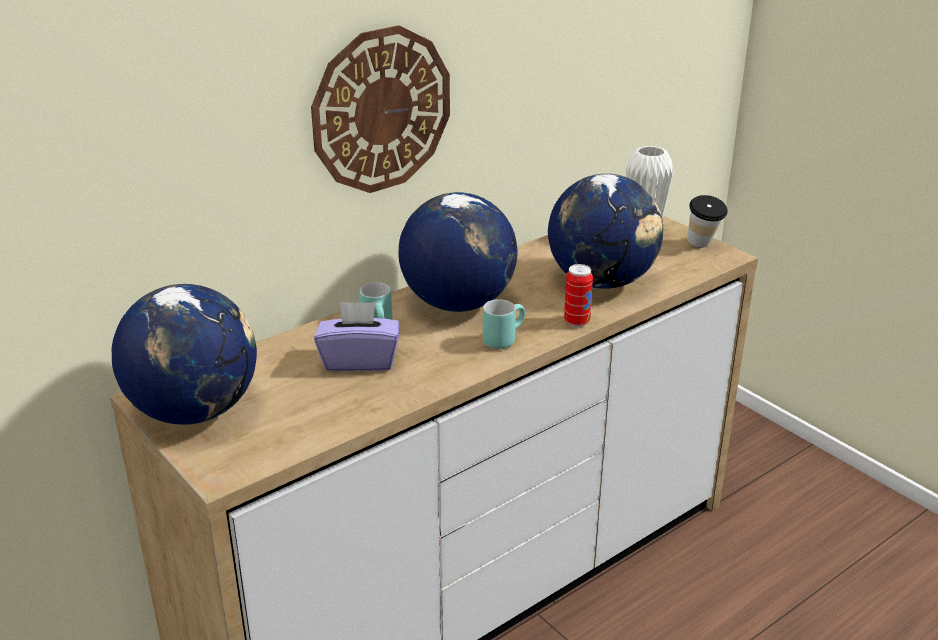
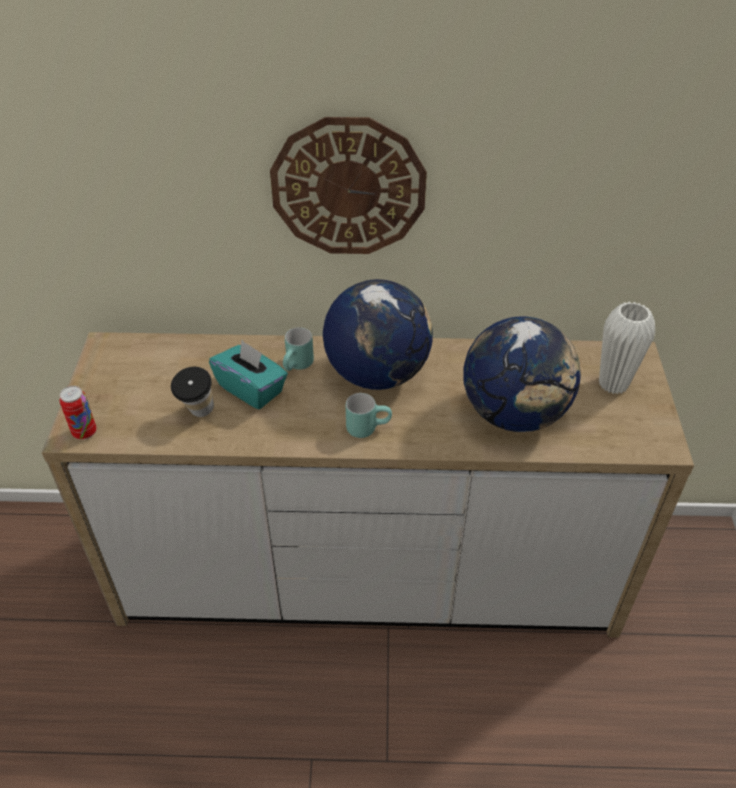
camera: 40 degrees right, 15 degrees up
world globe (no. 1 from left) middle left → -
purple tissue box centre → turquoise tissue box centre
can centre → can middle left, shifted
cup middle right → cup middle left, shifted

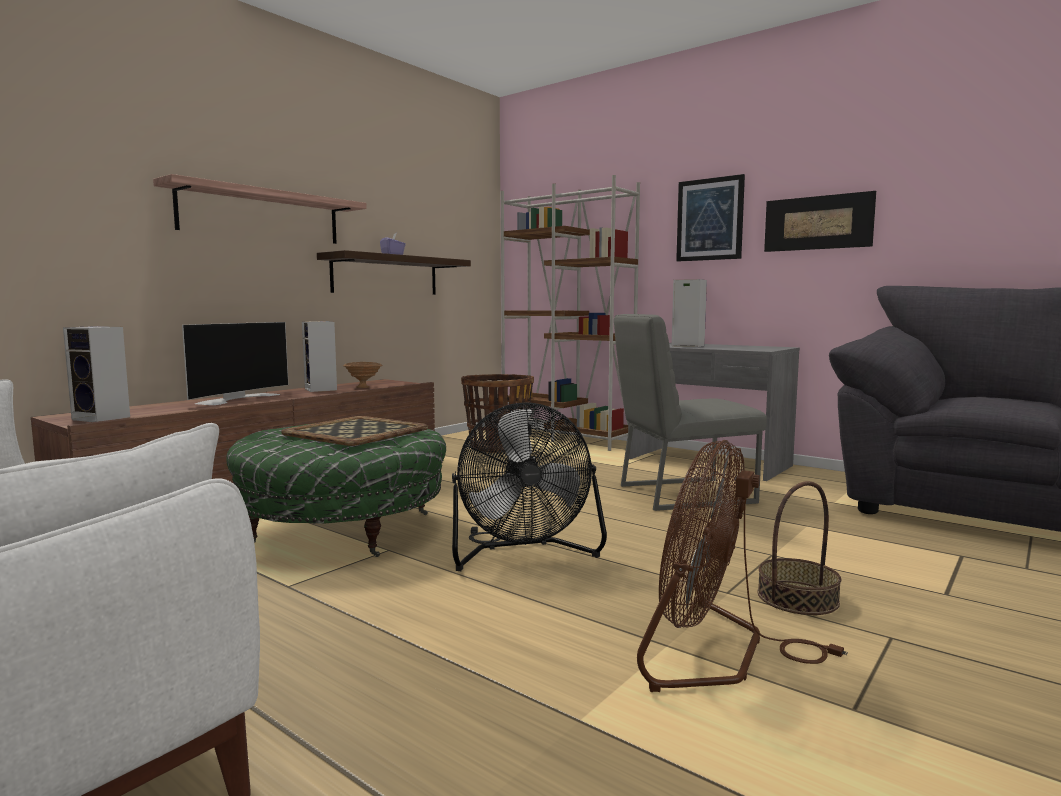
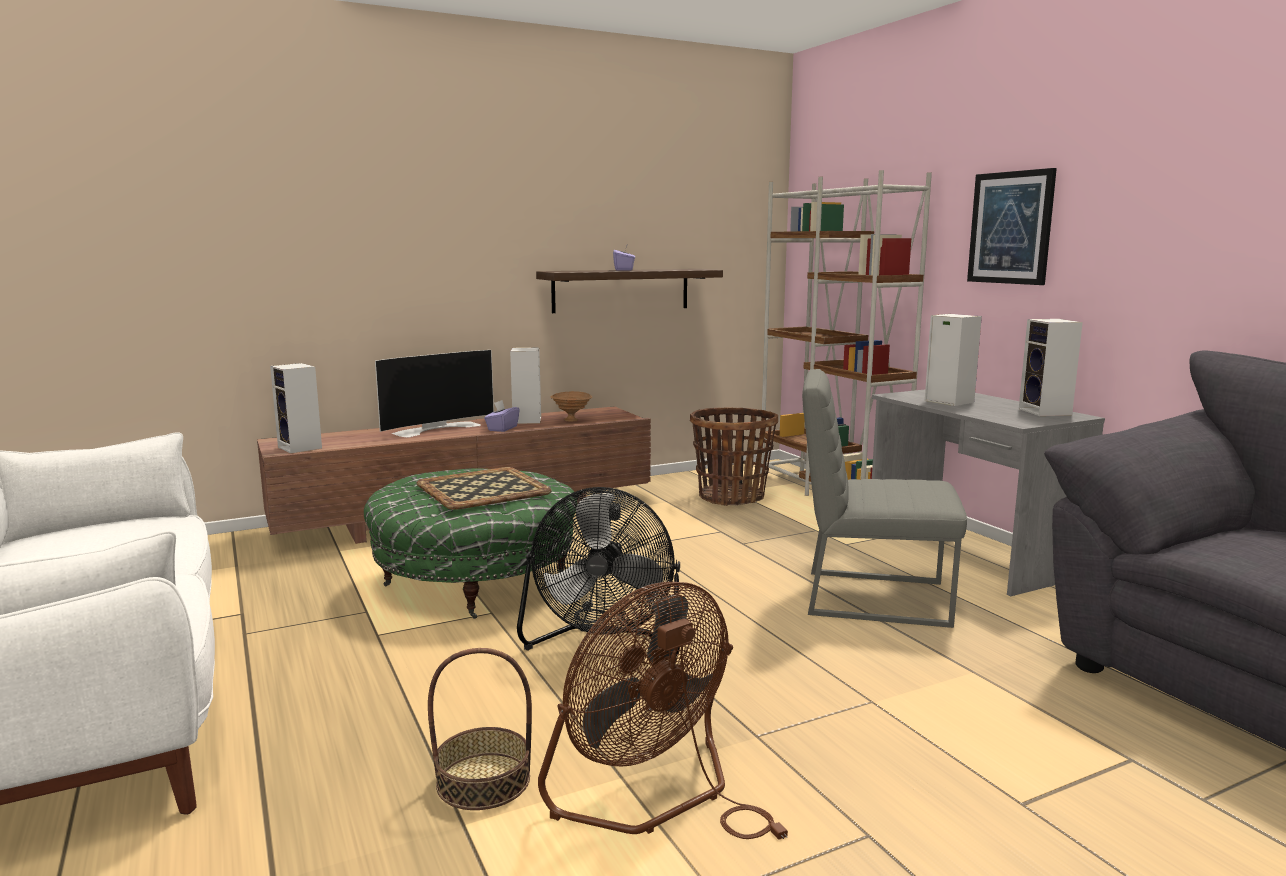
camera: 25 degrees right, 5 degrees up
bracket shelf (no. 1 from left) top left → -
storage basket (no. 2 from left in the first image) bottom right → storage basket (no. 1 from left) bottom centre, shifted
wall art (no. 2 from left) top right → -
- → purple tissue box (no. 1 from left) centre
- → loudspeaker (no. 4 from left) middle right

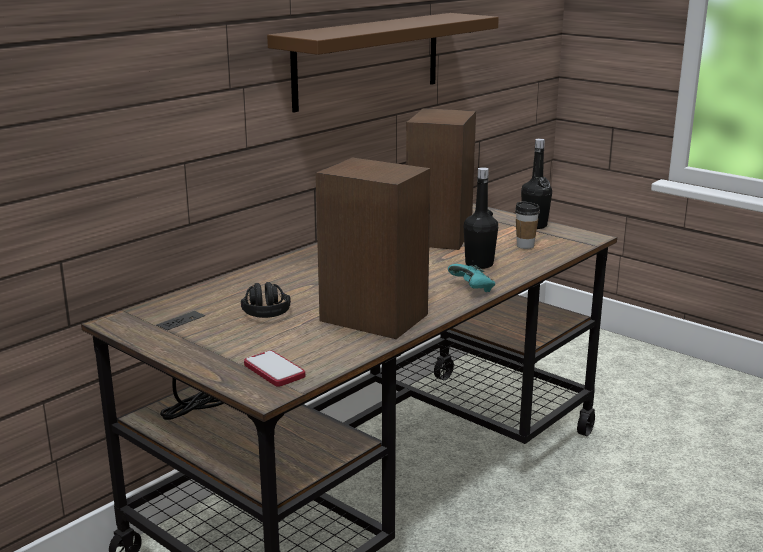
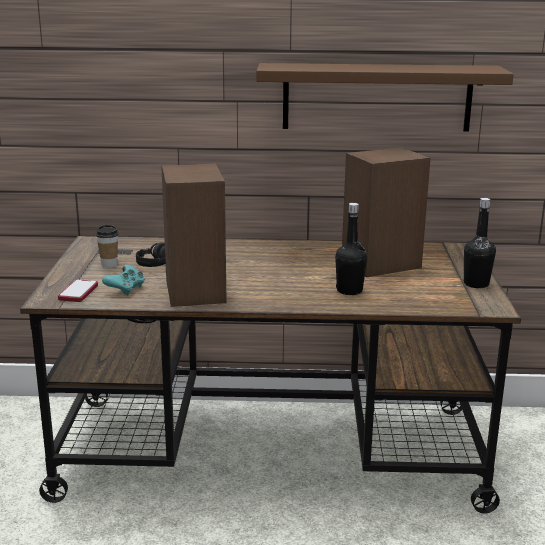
camera: 50 degrees right, 0 degrees up
turquoise gamepad centre → turquoise gamepad middle left, shifted
cup middle right → cup middle left, shifted

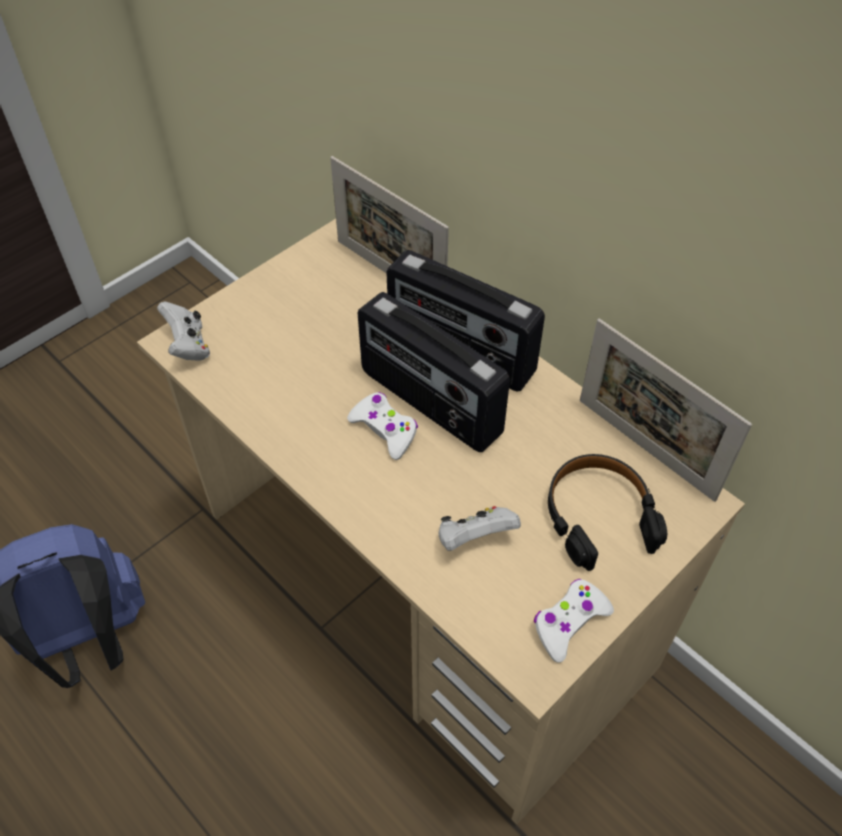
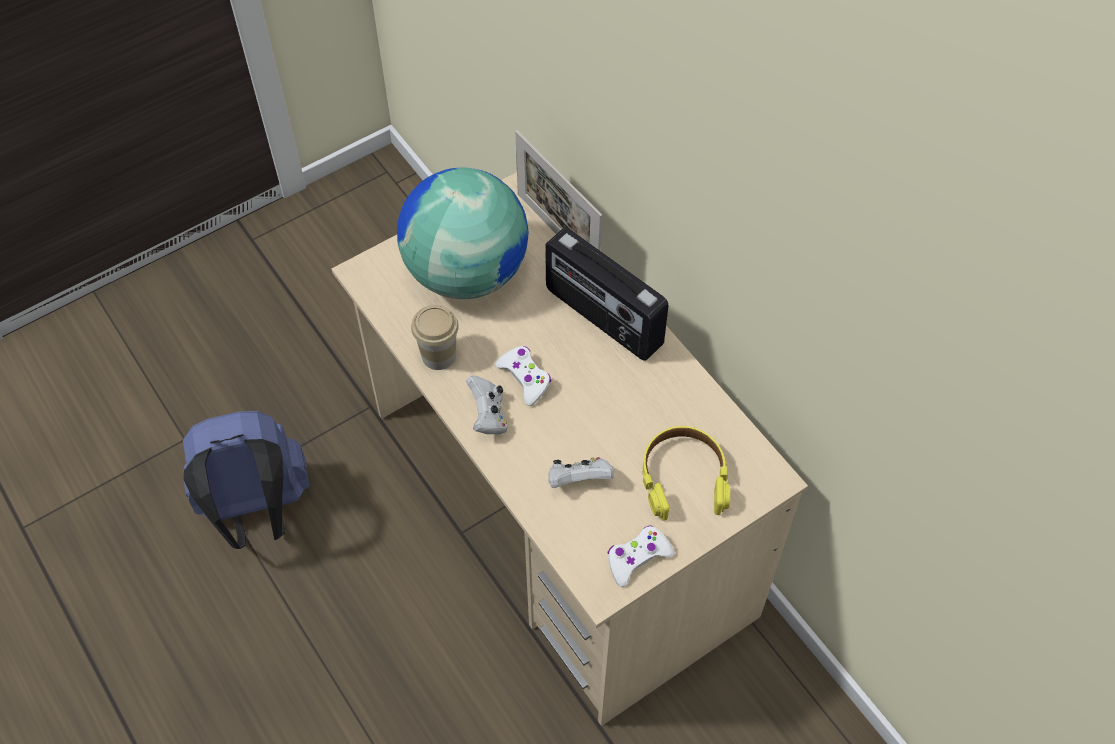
camera: 10 degrees right, 5 degrees up
whitish gamepad (no. 1 from left) middle left → whitish gamepad (no. 1 from left) centre, shifted
radio receiver (no. 1 from left) centre → -
black headphones middle right → yellow headphones centre
picture frame (no. 2 from left) middle right → -
- → world globe top centre
- → cup centre

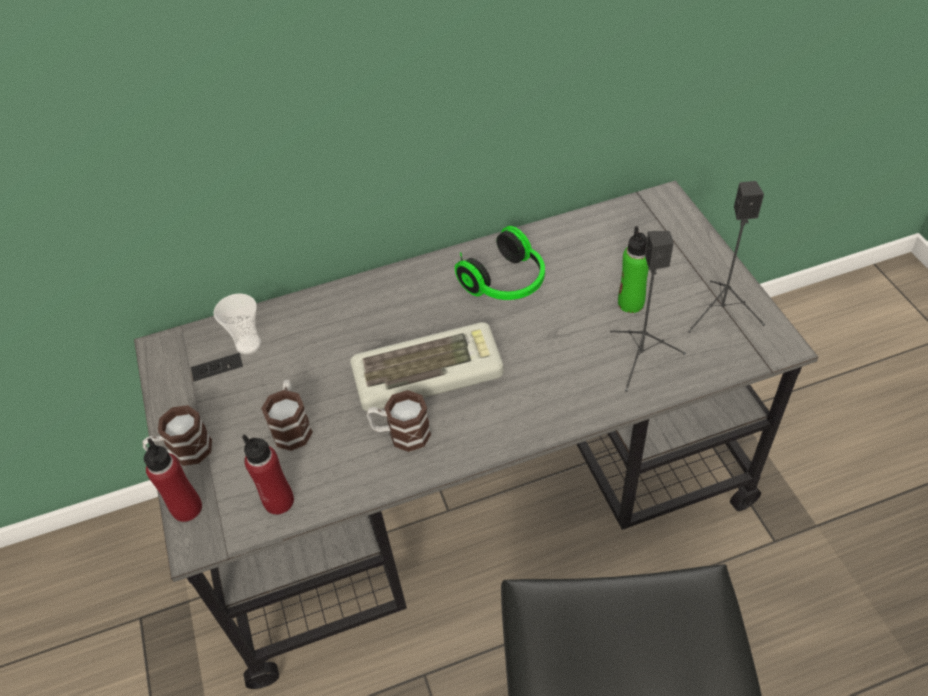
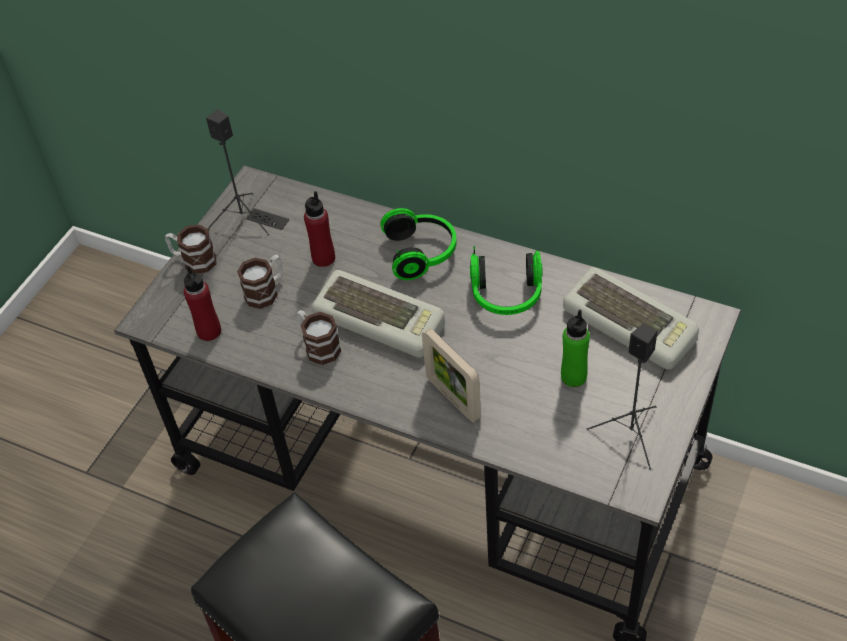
camera: 45 degrees right, 0 degrees up
red beverage bottle (no. 1 from left in the first image) bottom left → red beverage bottle (no. 2 from left) centre, shifted
cup middle left → -
black loudspeaker (no. 1 from left) middle right → black loudspeaker (no. 1 from left) top left, shifted
- → headphones (no. 1 from left) centre
- → picture frame centre
- → computer keyboard (no. 2 from left) middle right

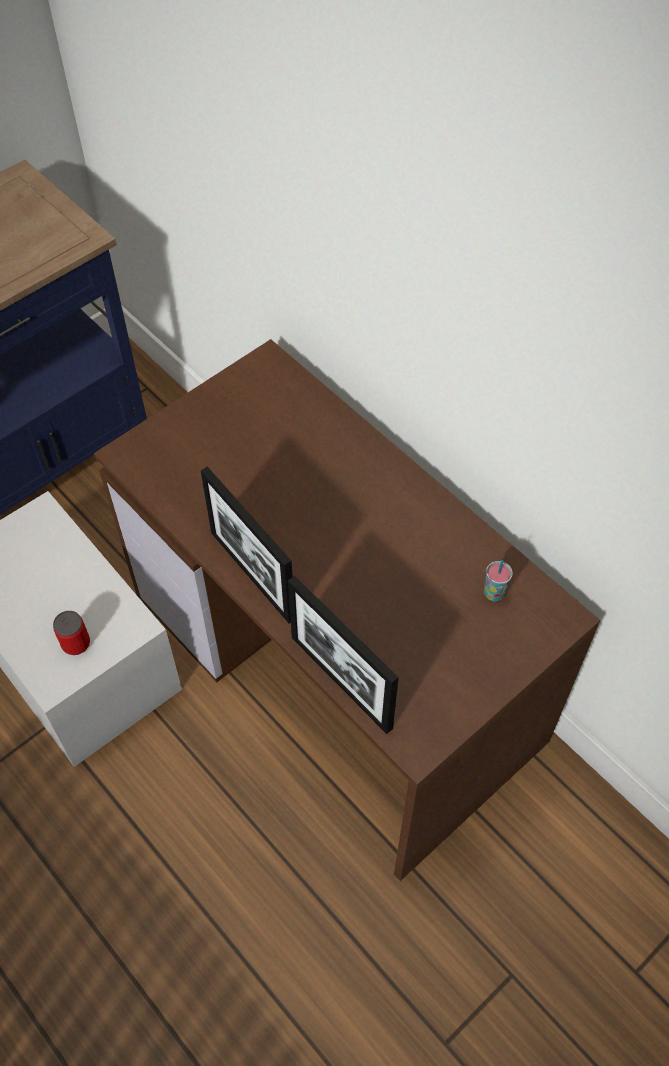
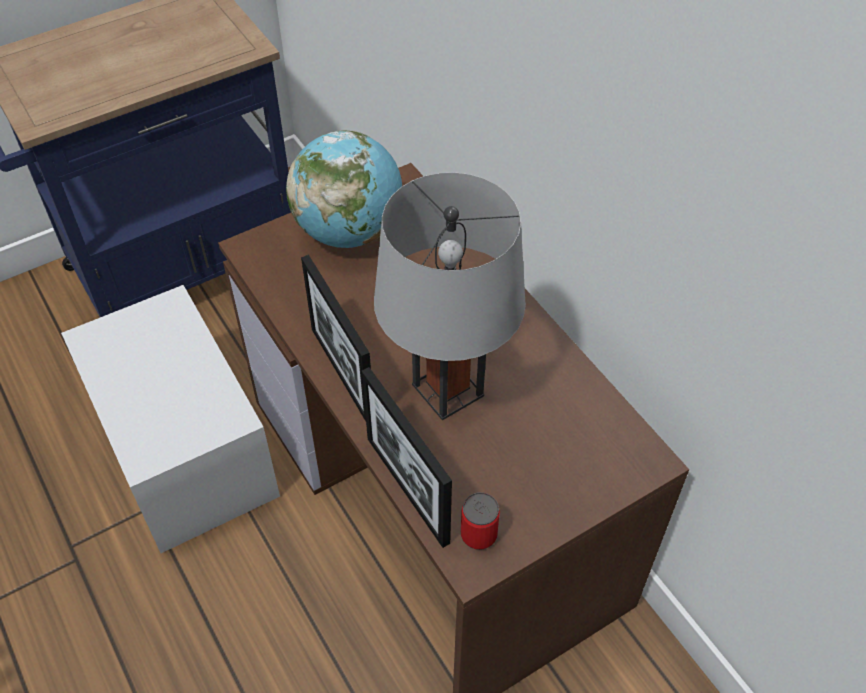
camera: 10 degrees right, 5 degrees down
can middle left → can bottom centre, shifted
cup middle right → -
- → world globe top centre
- → gray table lamp centre

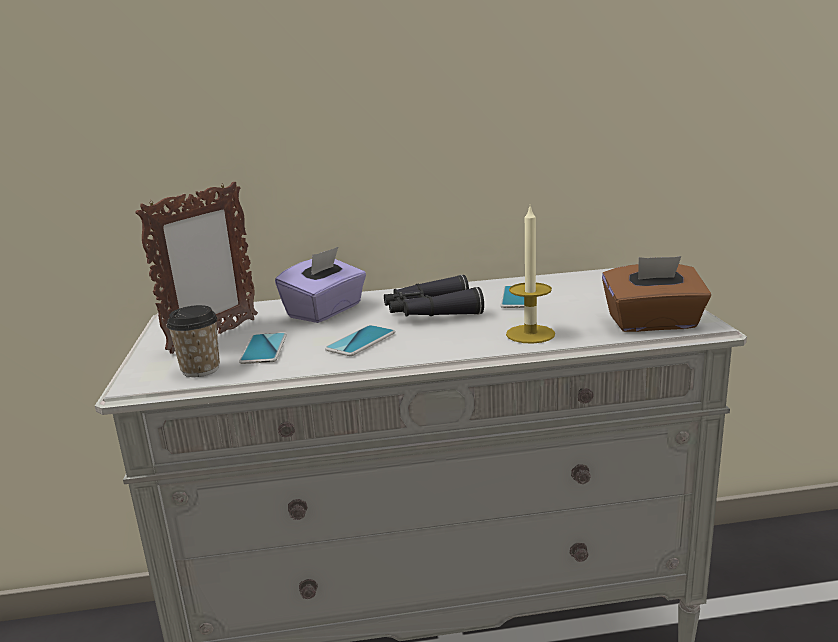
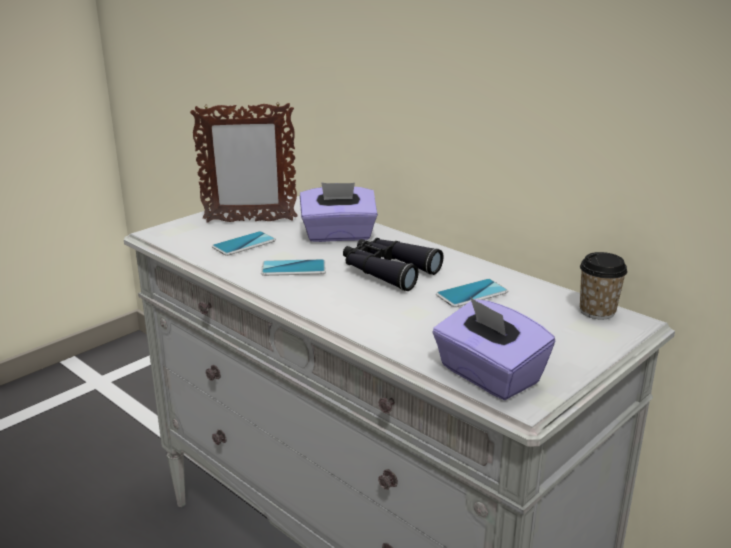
camera: 50 degrees right, 5 degrees up
cup middle left → cup middle right, shifted
wax light centre → -
brownish tissue box middle right → purple tissue box (no. 2 from left) middle right

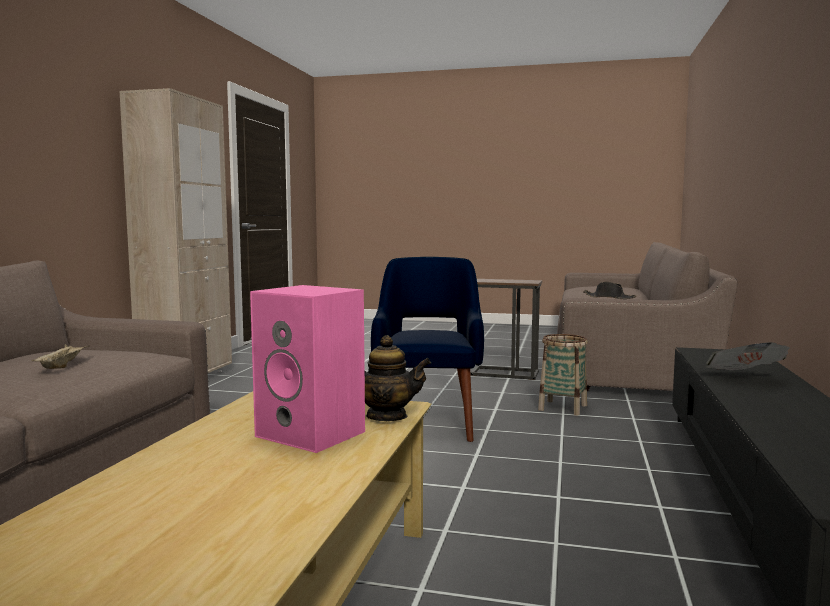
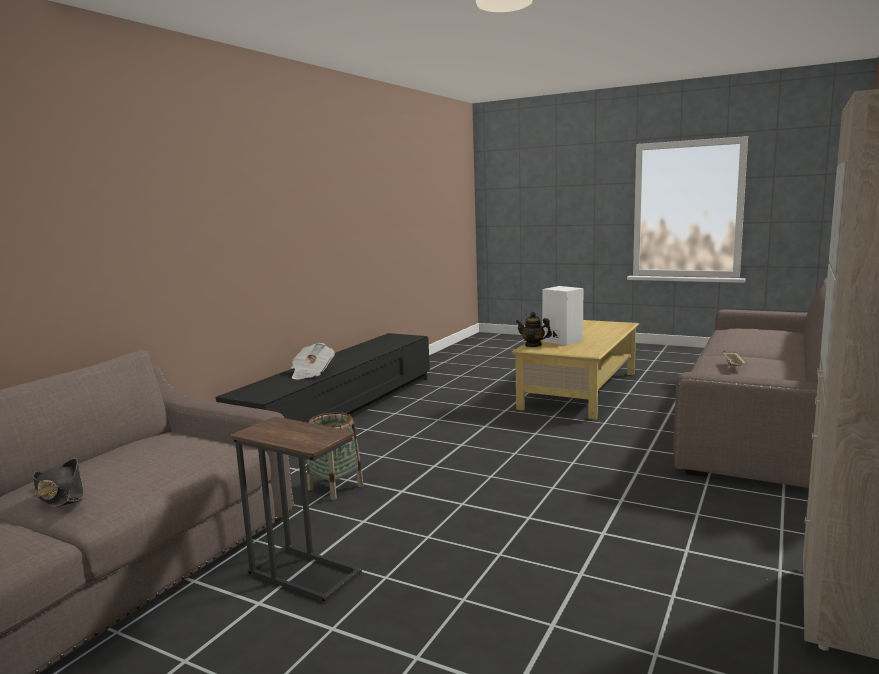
camera: 165 degrees left, 5 degrees up
pink-coloured loudspeaker centre → whitish loudspeaker centre
blue-coloured lounge chair centre → -

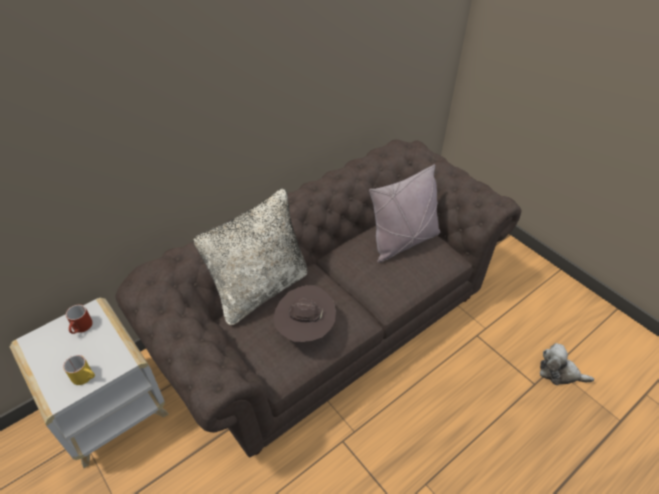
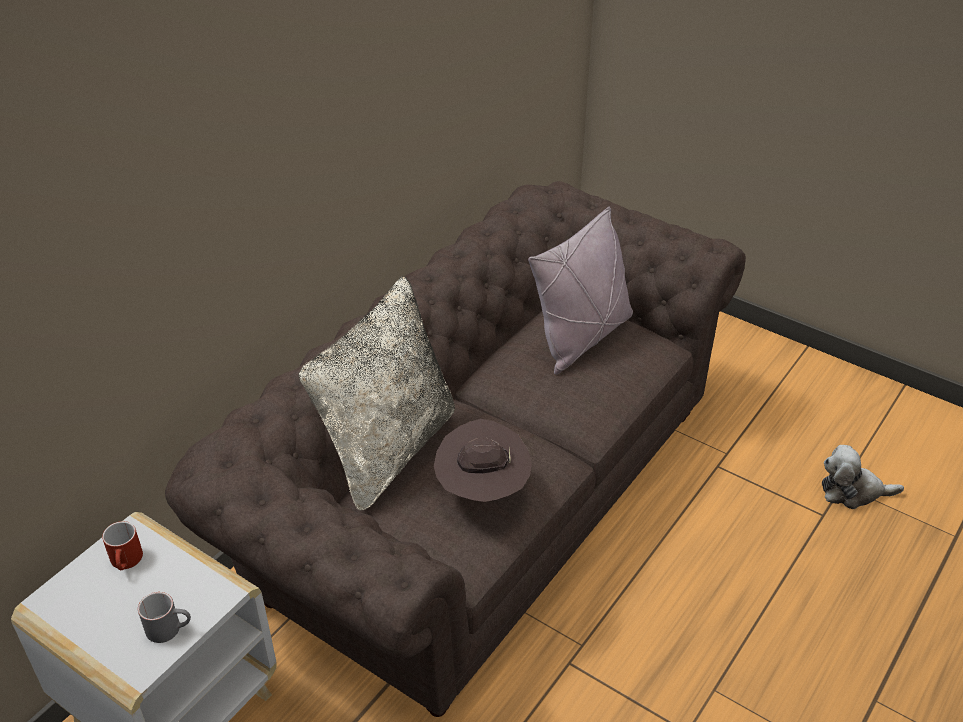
camera: 15 degrees left, 5 degrees down
yellow mug bottom left → gray mug bottom left

